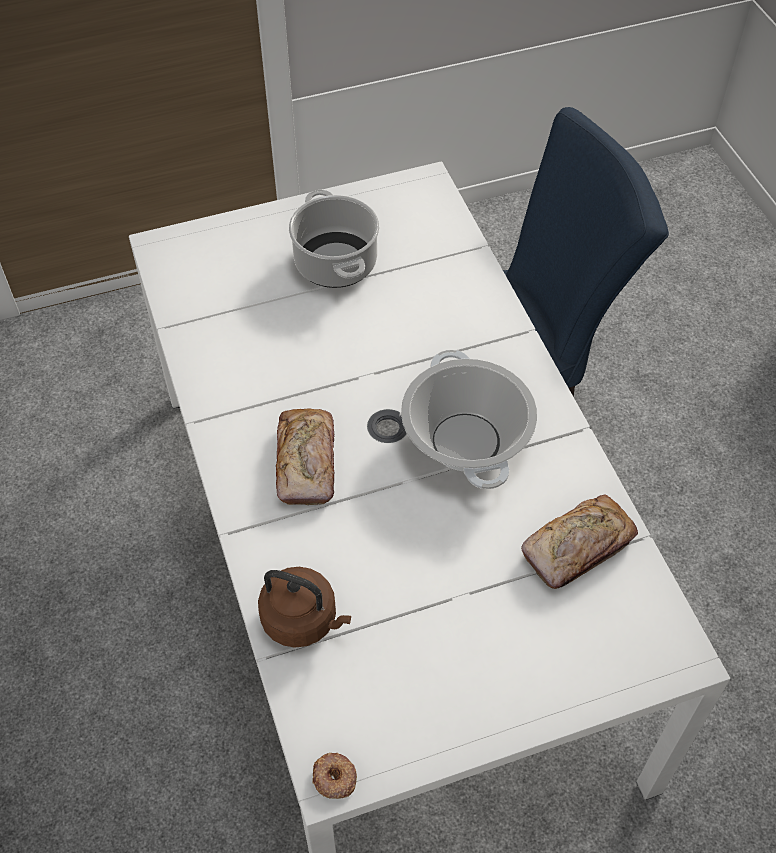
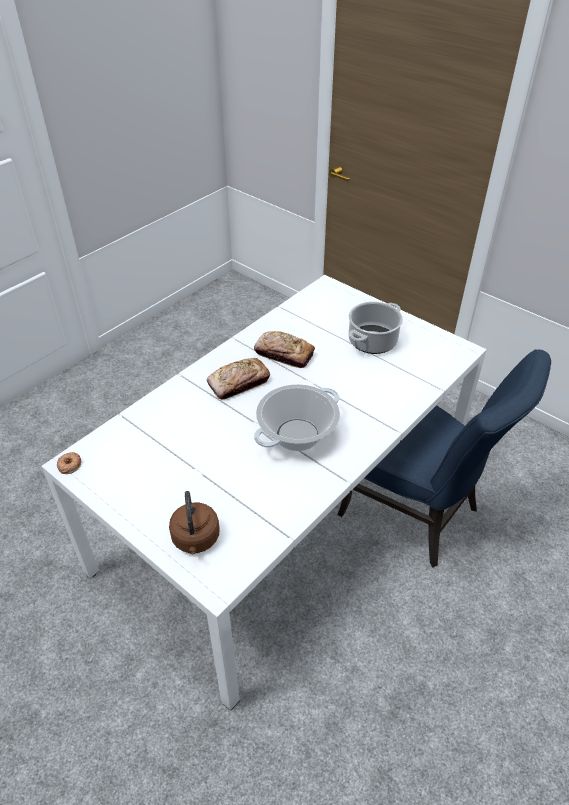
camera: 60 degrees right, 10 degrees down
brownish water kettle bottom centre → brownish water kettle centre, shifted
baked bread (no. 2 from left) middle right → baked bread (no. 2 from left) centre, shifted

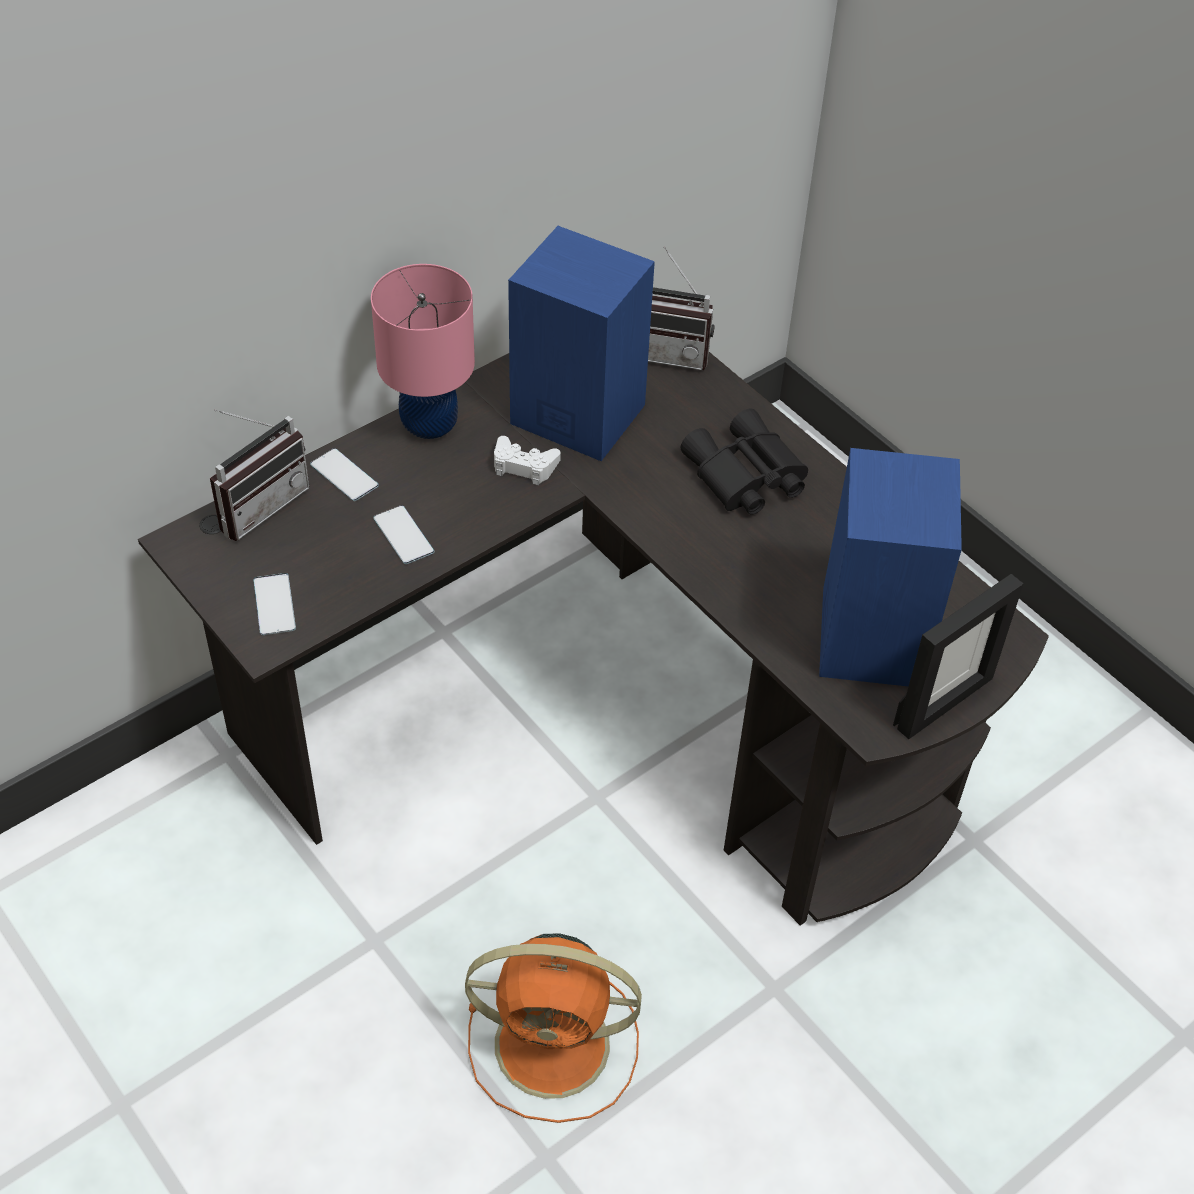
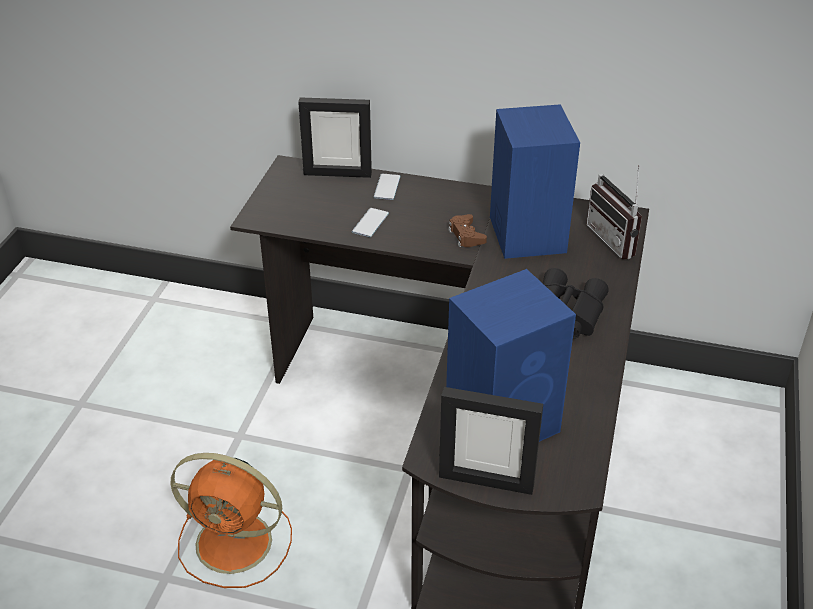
camera: 55 degrees right, 10 degrees down
radio receiver (no. 1 from left) middle left → picture frame (no. 1 from left) top centre
telephone (no. 1 from left) middle left → -
pink-coloured table lamp top centre → -
orangey cooling fan bottom centre → orangey cooling fan bottom left, 45 degrees counterclockwise
whitish gamepad centre → brownish gamepad centre

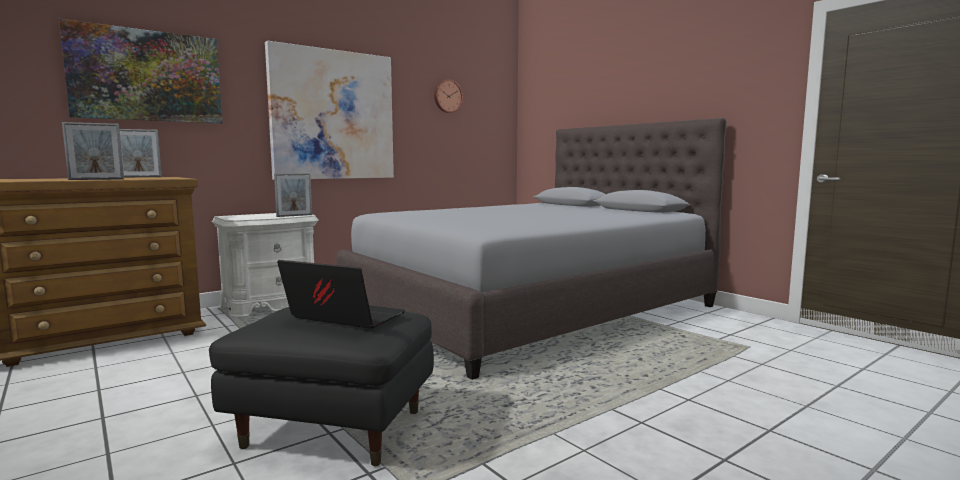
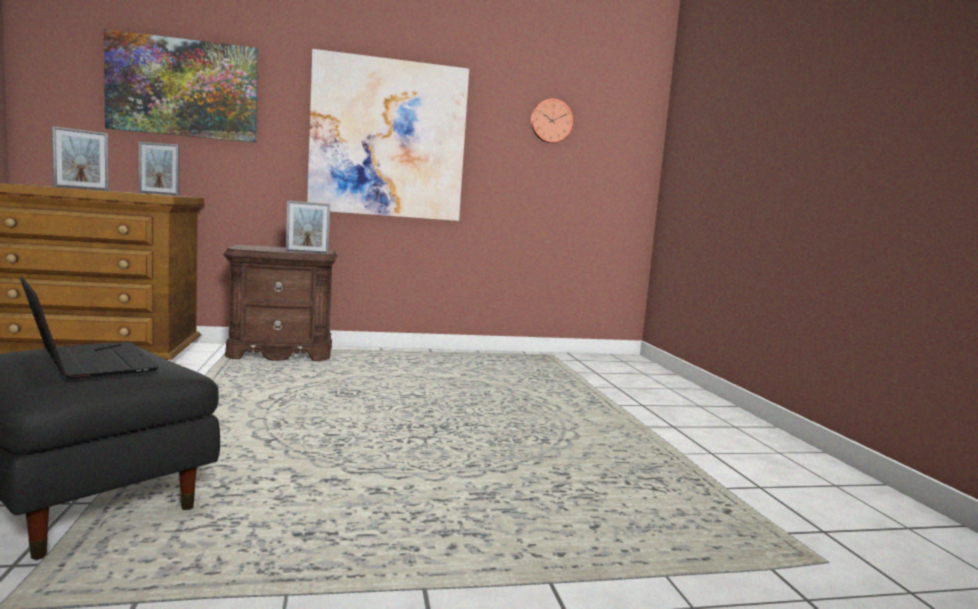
camera: 25 degrees right, 0 degrees up
picture frame (no. 1 from left) top left, 45 degrees counterclockwise
whitish bedside table middle left → brownish bedside table middle left
gray bed centre → -

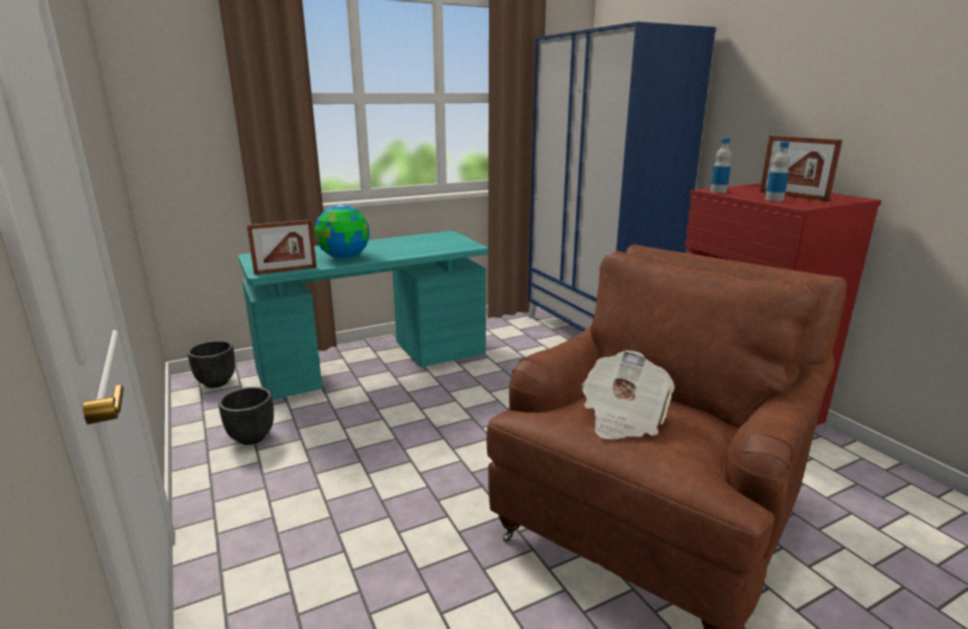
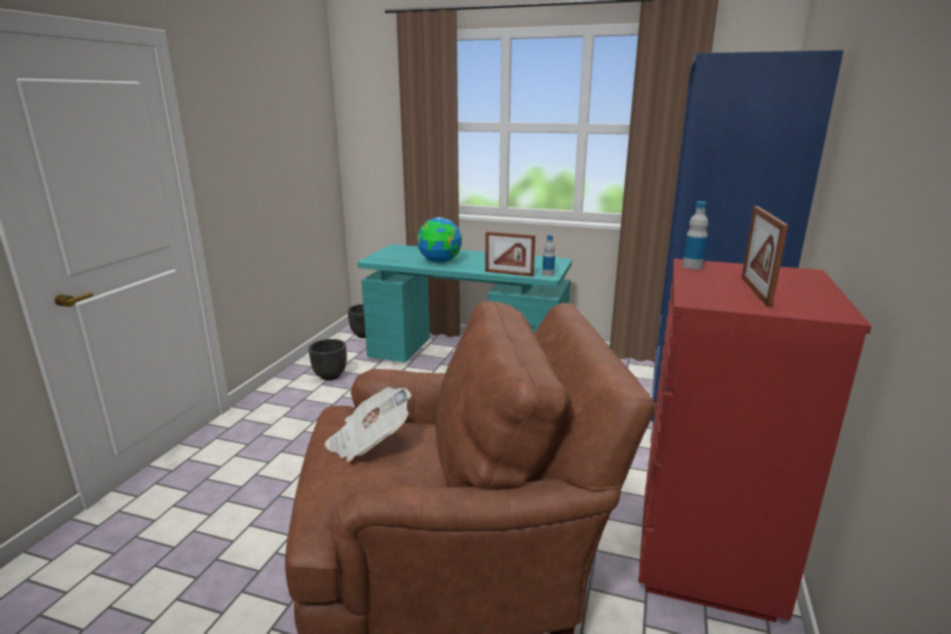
camera: 45 degrees right, 0 degrees up
picture frame (no. 1 from left) middle left → picture frame (no. 1 from left) centre, shifted
beverage bottle (no. 2 from left in the first image) top right → beverage bottle (no. 1 from left) centre, shifted

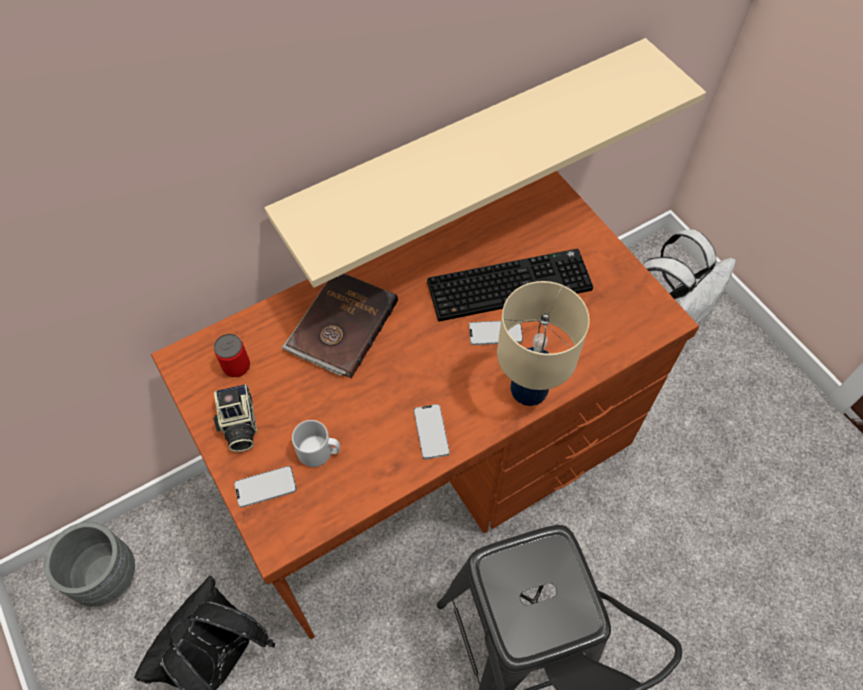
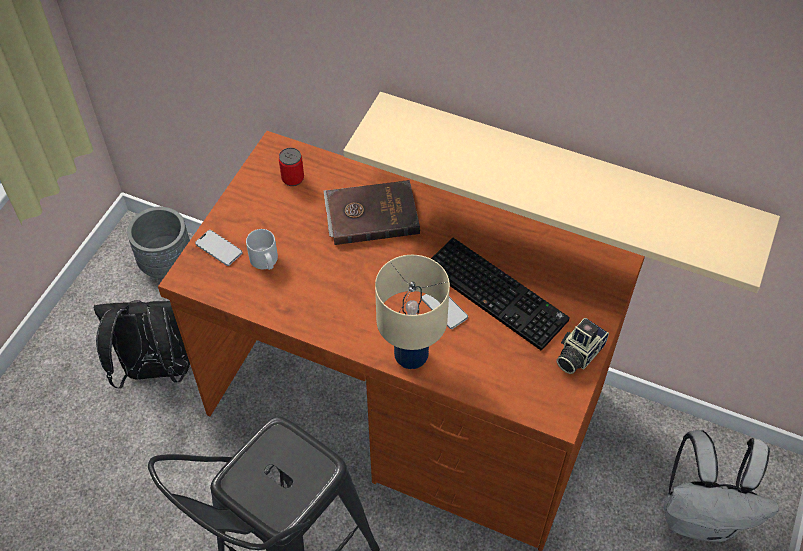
camera: 55 degrees right, 5 degrees down
photo camera middle left → photo camera middle right, shifted
telephone (no. 2 from left) centre → -

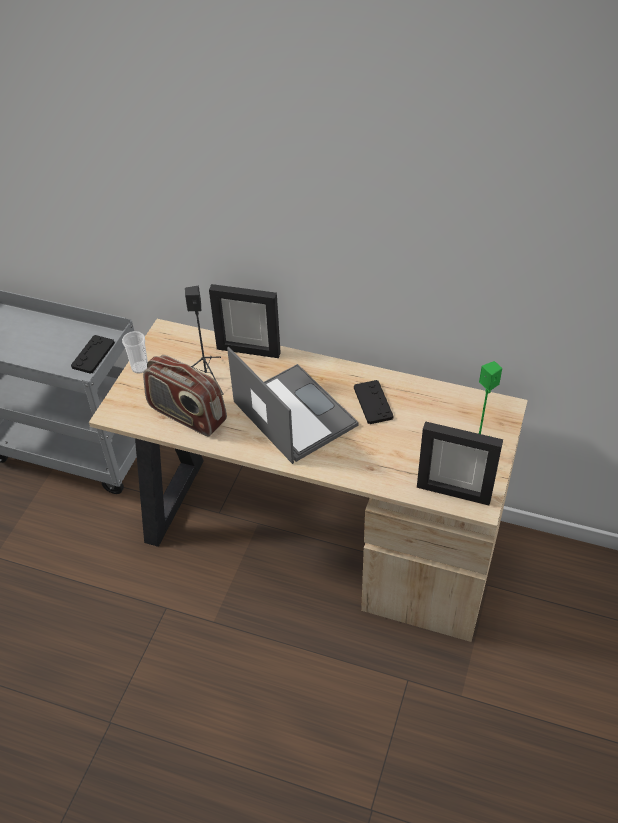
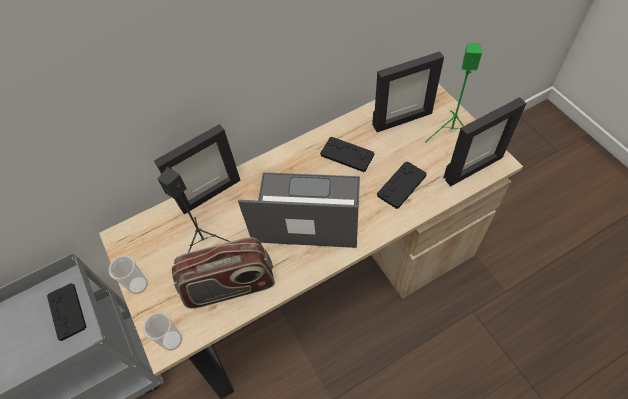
camera: 45 degrees left, 10 degrees up
- → cup (no. 2 from left) bottom left
- → picture frame (no. 2 from left) top centre
- → black gamepad (no. 3 from left) centre

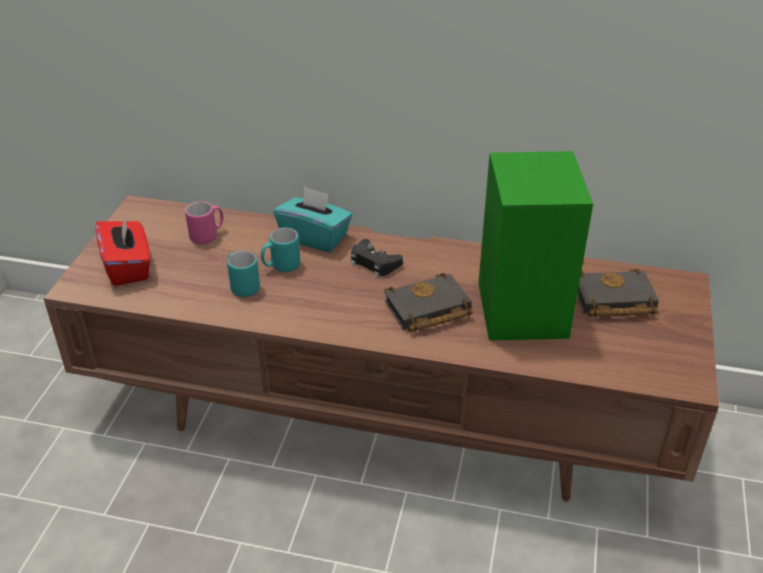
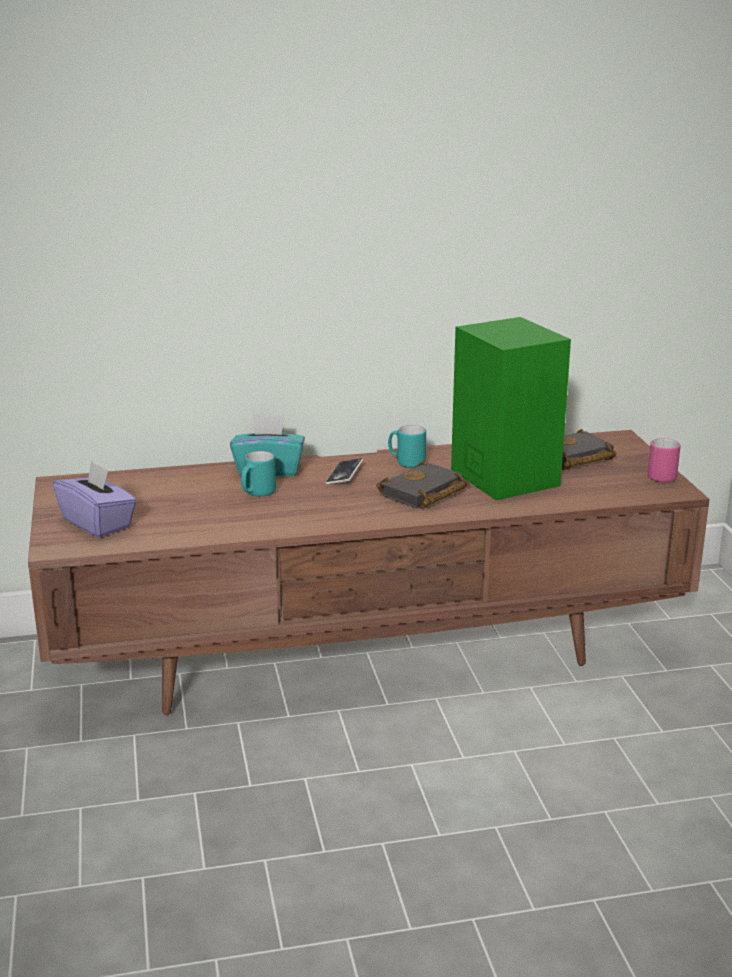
camera: 25 degrees left, 15 degrees down
red tissue box middle left → purple tissue box middle left
pink-coloured mug middle left → pink-coloured mug middle right, shifted
turquoise mug (no. 1 from left in the first image) middle left → turquoise mug (no. 2 from left) centre, shifted
black gamepad centre → telephone centre

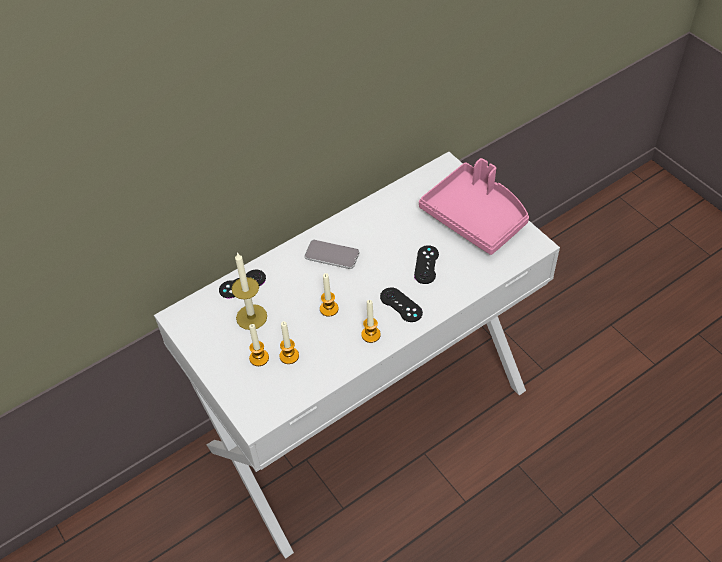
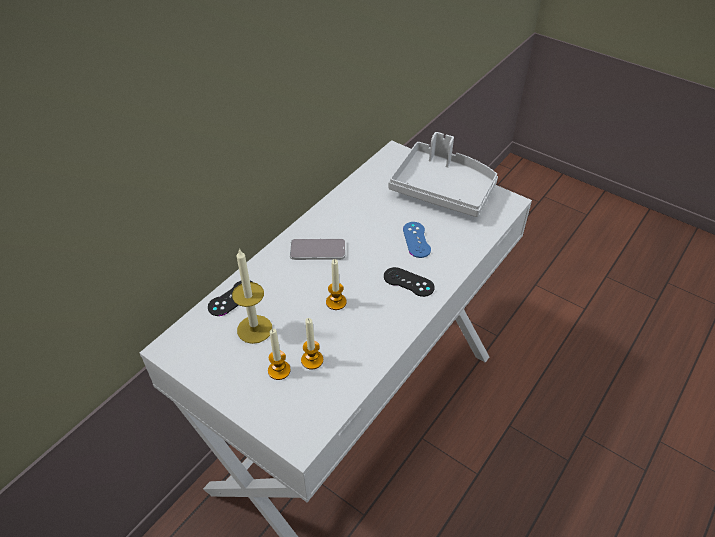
camera: 20 degrees left, 5 degrees down
wax light (no. 5 from left) centre → -
black gamepad (no. 3 from left) centre → blue-coloured gamepad centre
pink-coloured carrying tray centre → gray carrying tray top centre

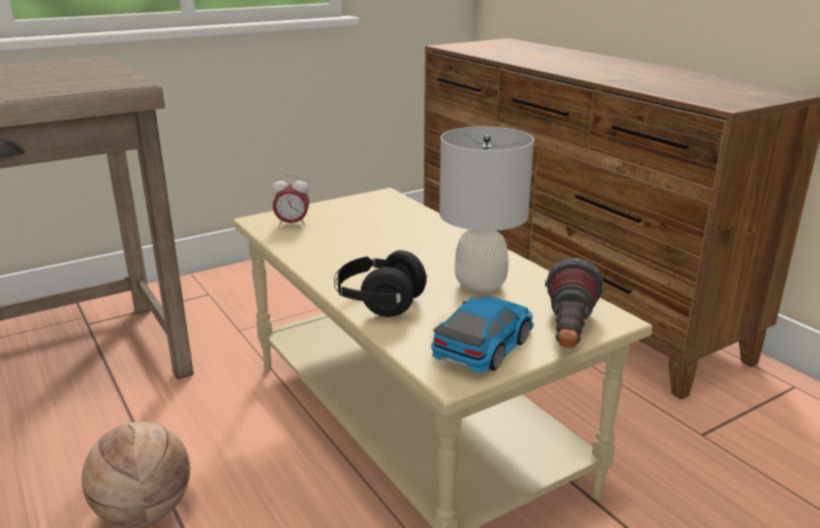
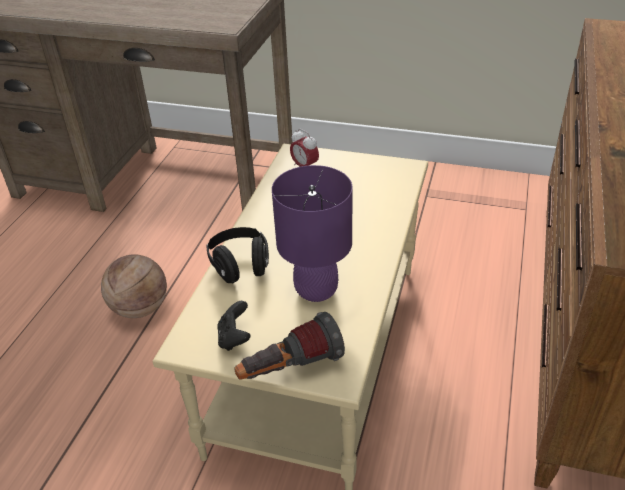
camera: 50 degrees right, 15 degrees up
model car centre → black gamepad centre
gray table lamp centre → purple table lamp centre

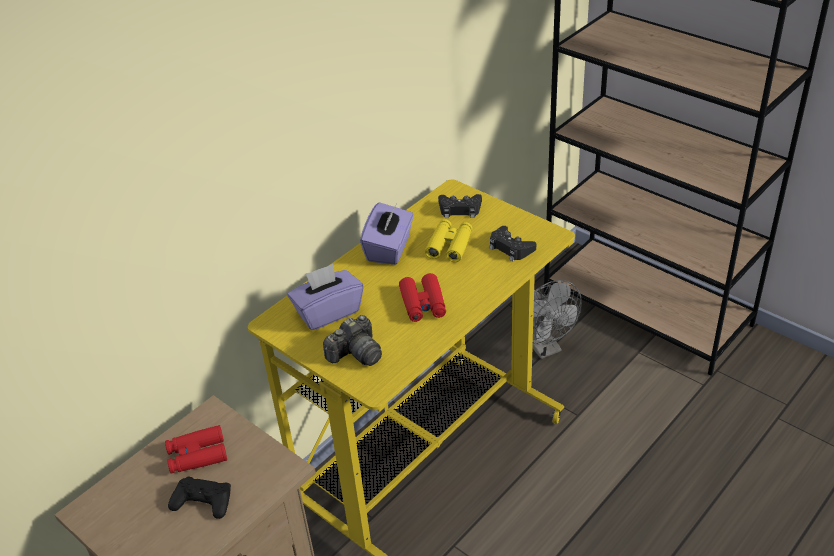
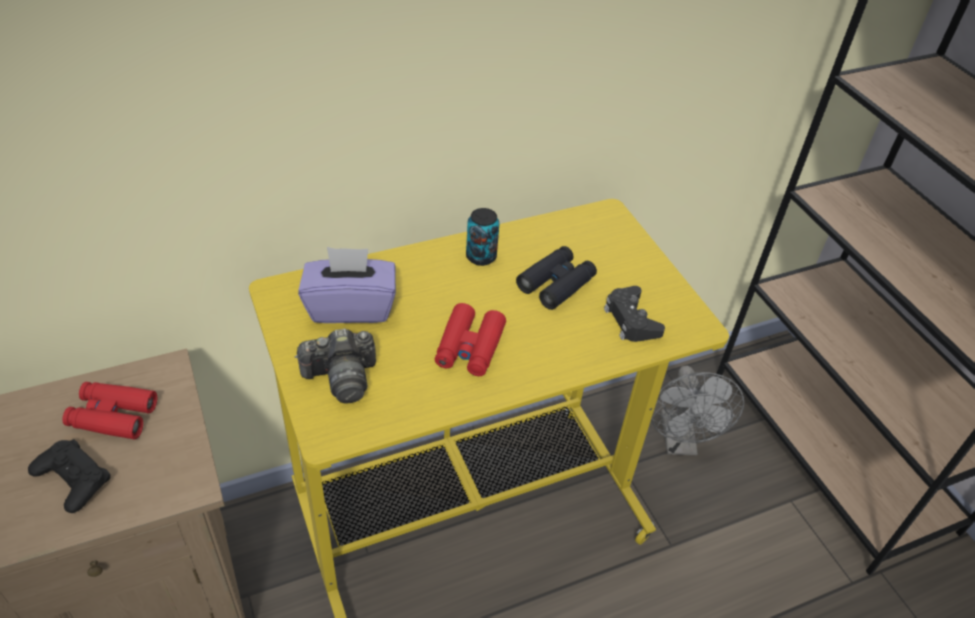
camera: 20 degrees right, 5 degrees up
purple tissue box (no. 2 from left) centre → can centre
yellow field glasses centre → black field glasses centre
black gamepad (no. 2 from left) centre → -

